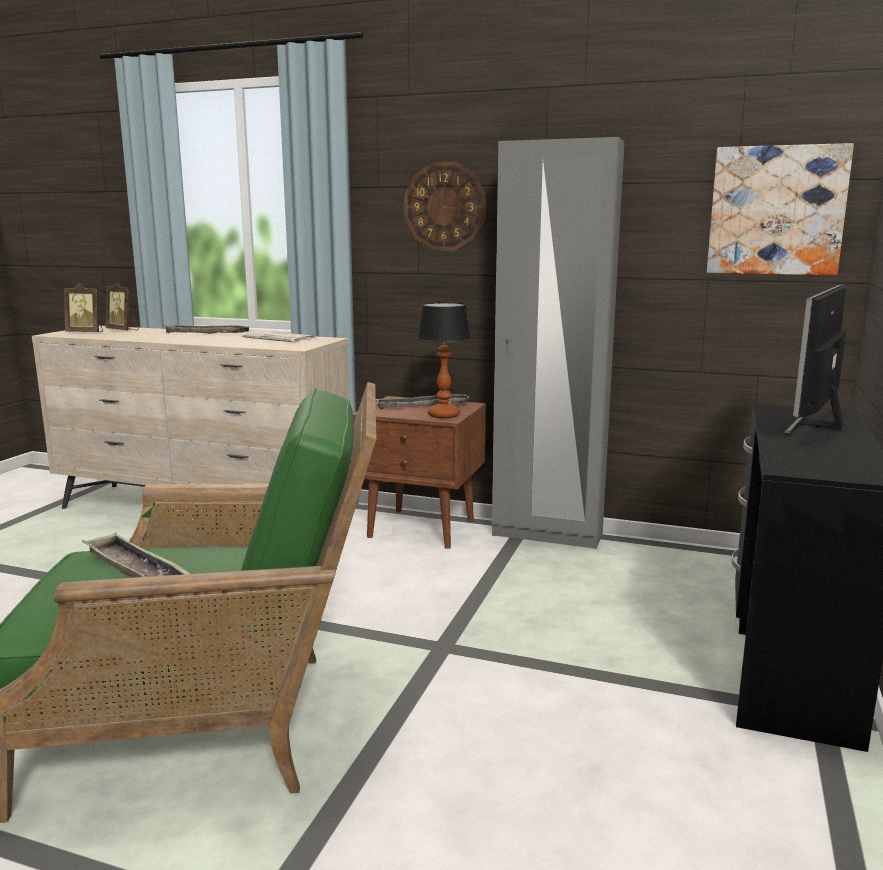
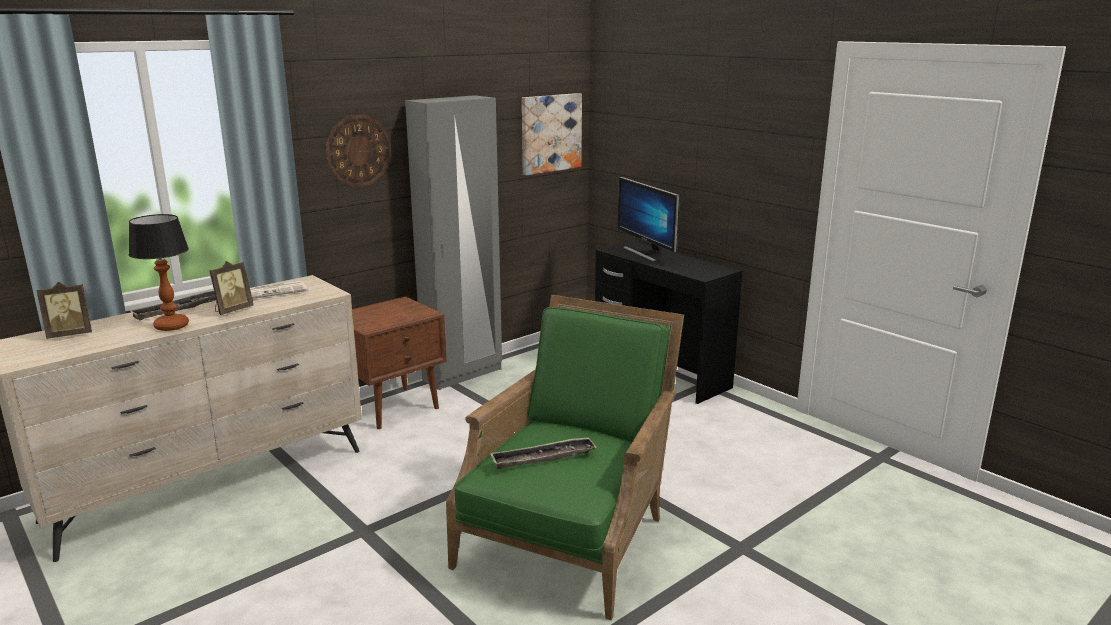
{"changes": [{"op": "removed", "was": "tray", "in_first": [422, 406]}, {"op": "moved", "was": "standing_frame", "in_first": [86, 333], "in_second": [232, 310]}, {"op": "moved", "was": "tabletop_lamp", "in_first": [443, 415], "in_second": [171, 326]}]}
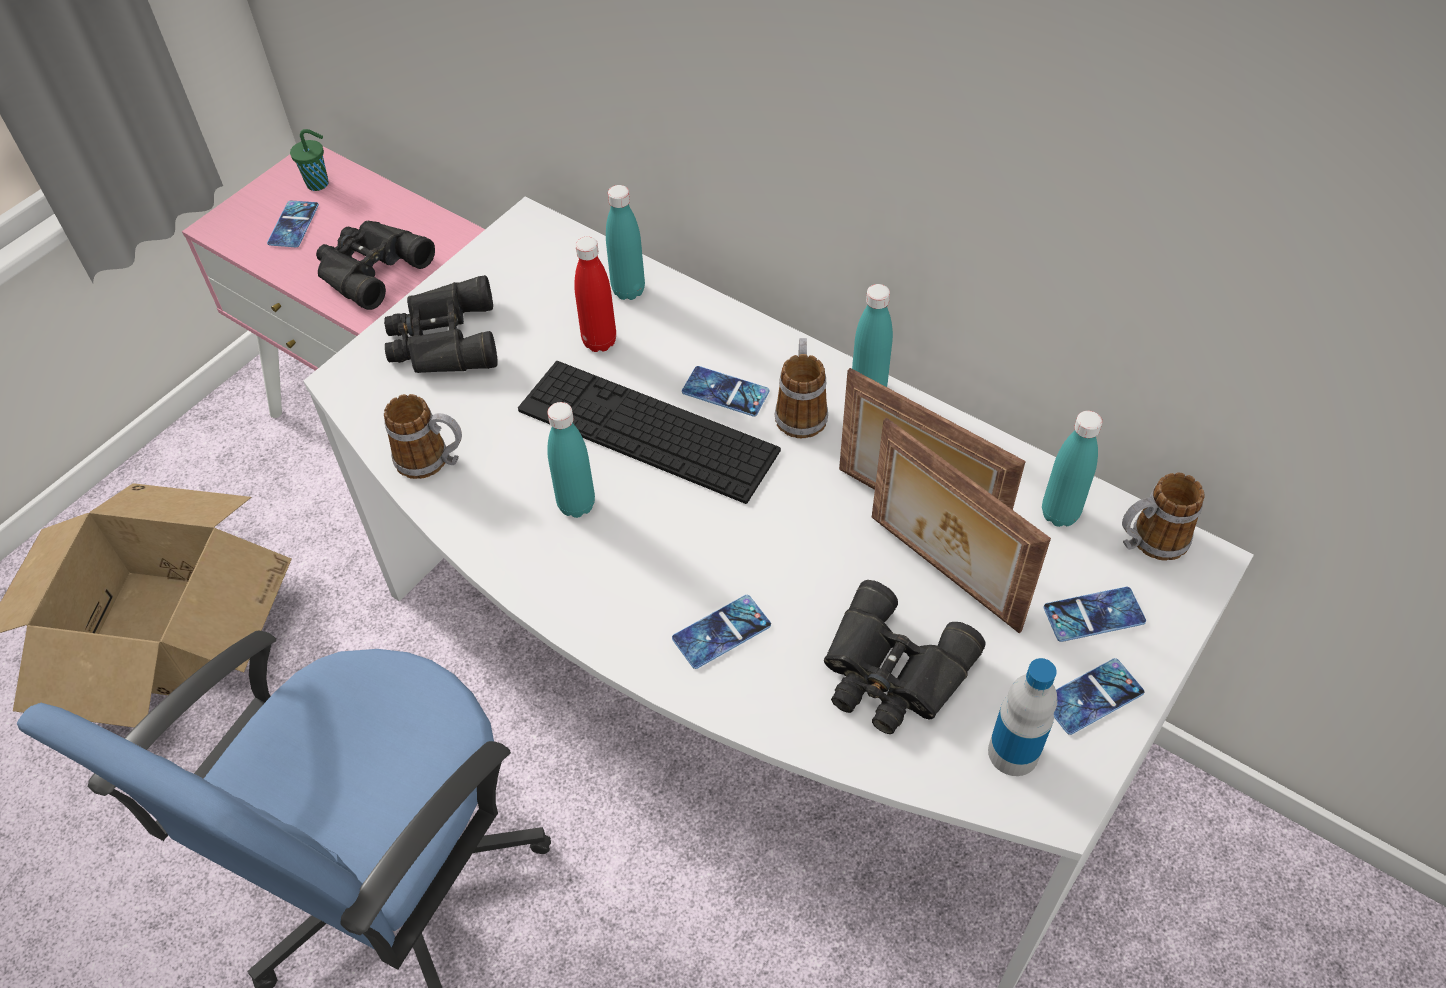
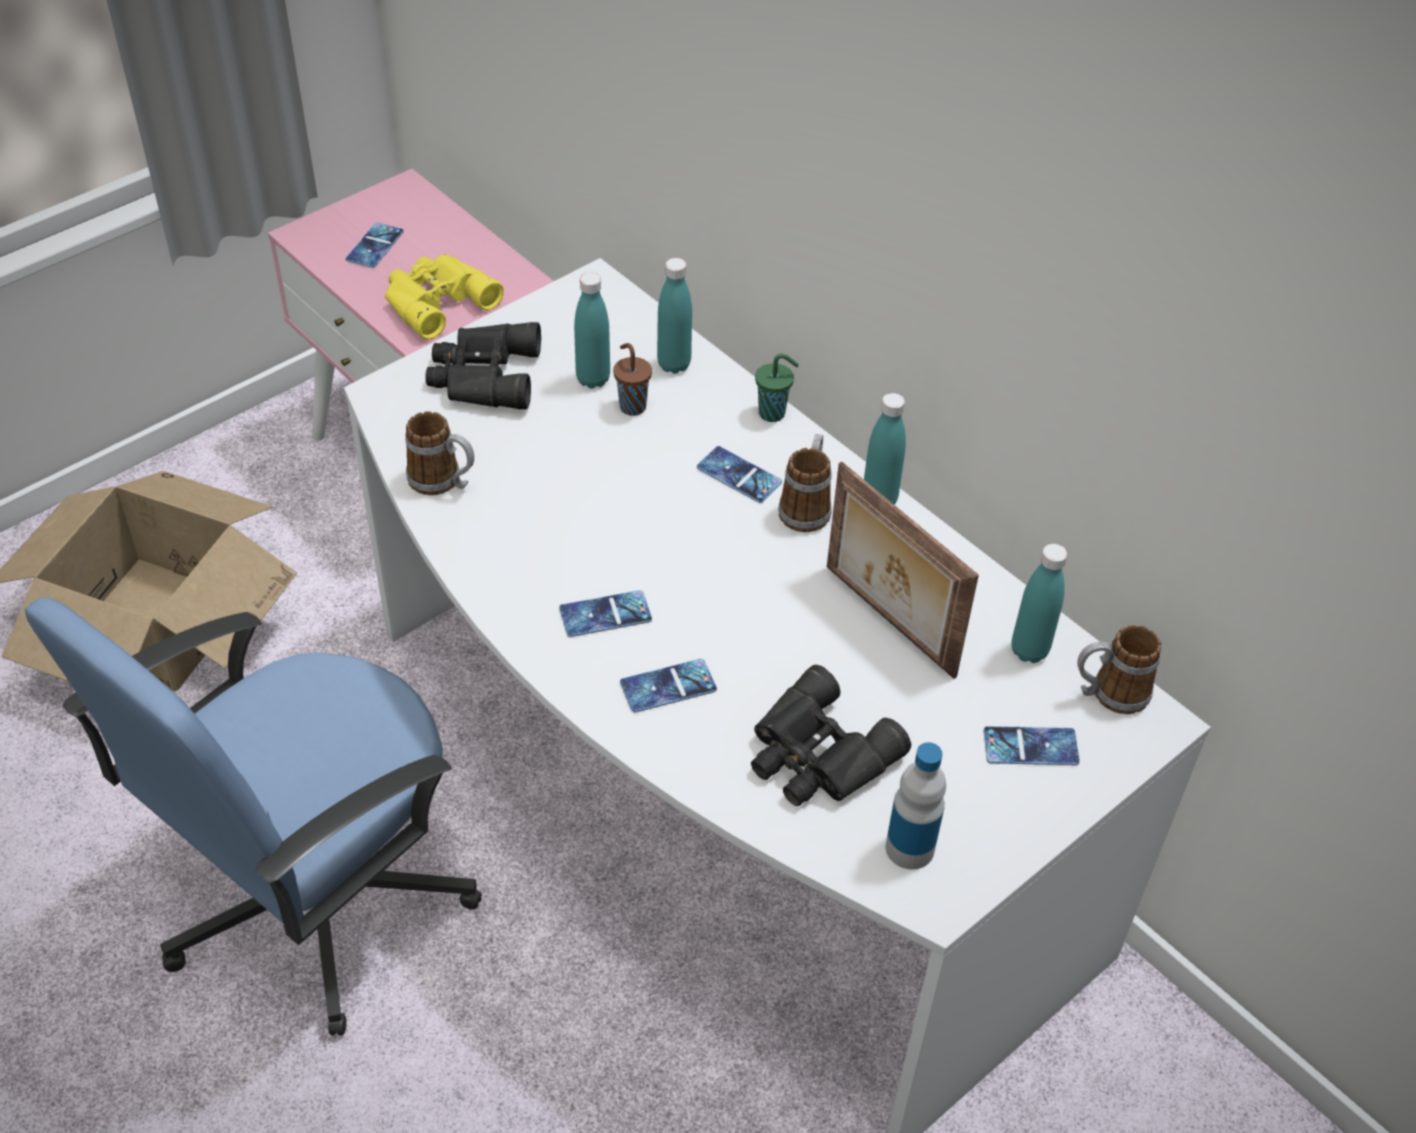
{"changes": [{"op": "removed", "was": "computer_keyboard", "in_first": [647, 430]}, {"op": "removed", "was": "standing_frame", "in_first": [941, 574]}, {"op": "moved", "was": "green_cup", "in_first": [319, 184], "in_second": [773, 413]}, {"op": "moved", "was": "turquoise-coloured_beverage_bottle", "in_first": [576, 505], "in_second": [593, 379]}, {"op": "moved", "was": "telephone", "in_first": [1092, 696], "in_second": [605, 614]}, {"op": "replaced", "was": "red_beverage_bottle", "now": "brown-coloured_cup", "in_first": [599, 342], "in_second": [631, 406]}, {"op": "recoloured", "was": "blackish_binoculars", "now": "yellow-coloured_binoculars", "in_first": [369, 268], "in_second": [435, 300]}]}
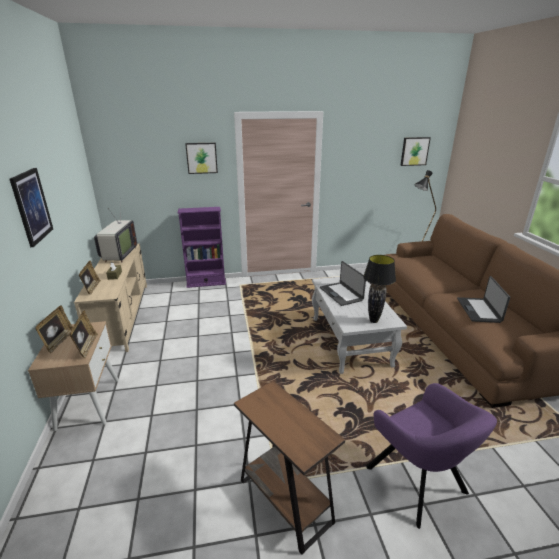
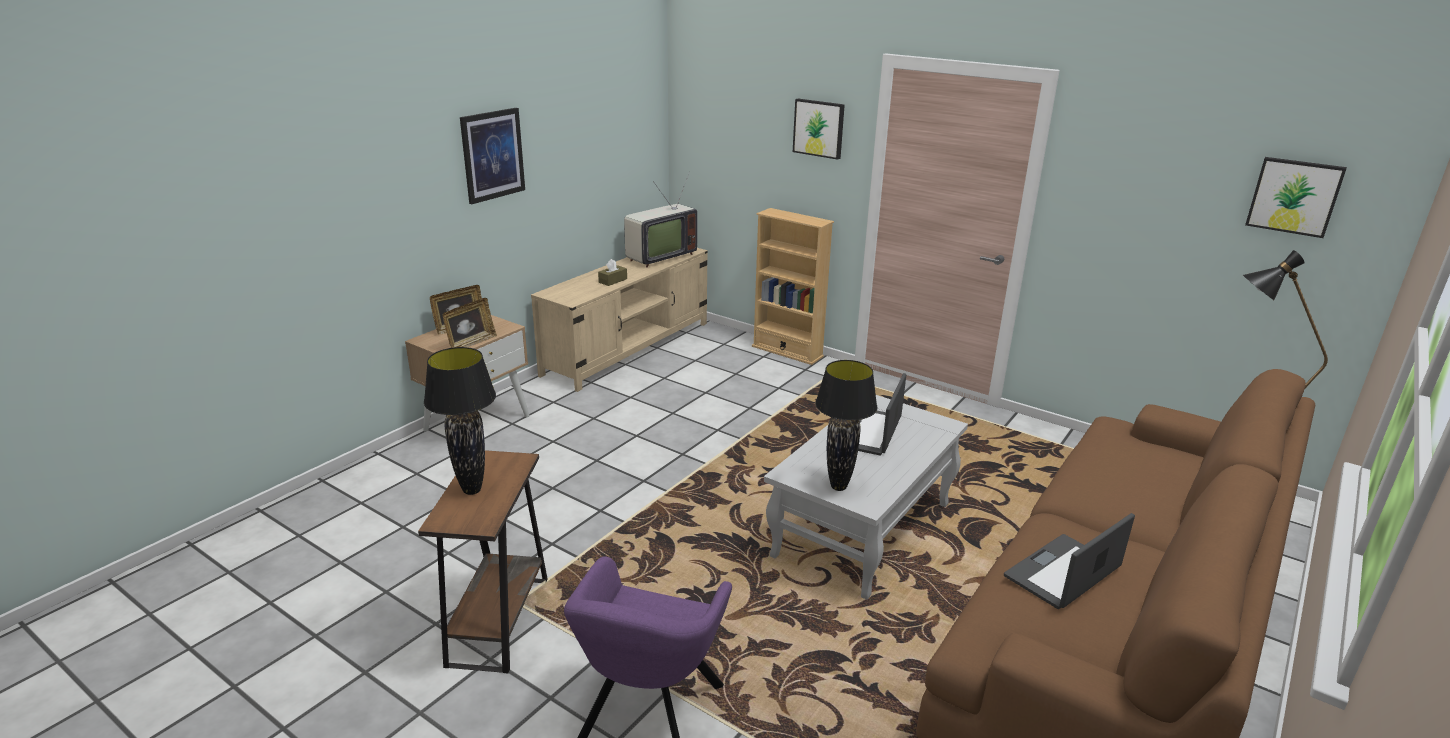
{"changes": [{"op": "removed", "was": "standing_frame", "in_first": [92, 288]}, {"op": "added", "now": "blackish_tabletop_lamp", "in_second": [472, 490]}, {"op": "recoloured", "was": "purple-coloured_bookshelf", "now": "beige-coloured_bookshelf", "in_first": [206, 283], "in_second": [787, 351]}]}
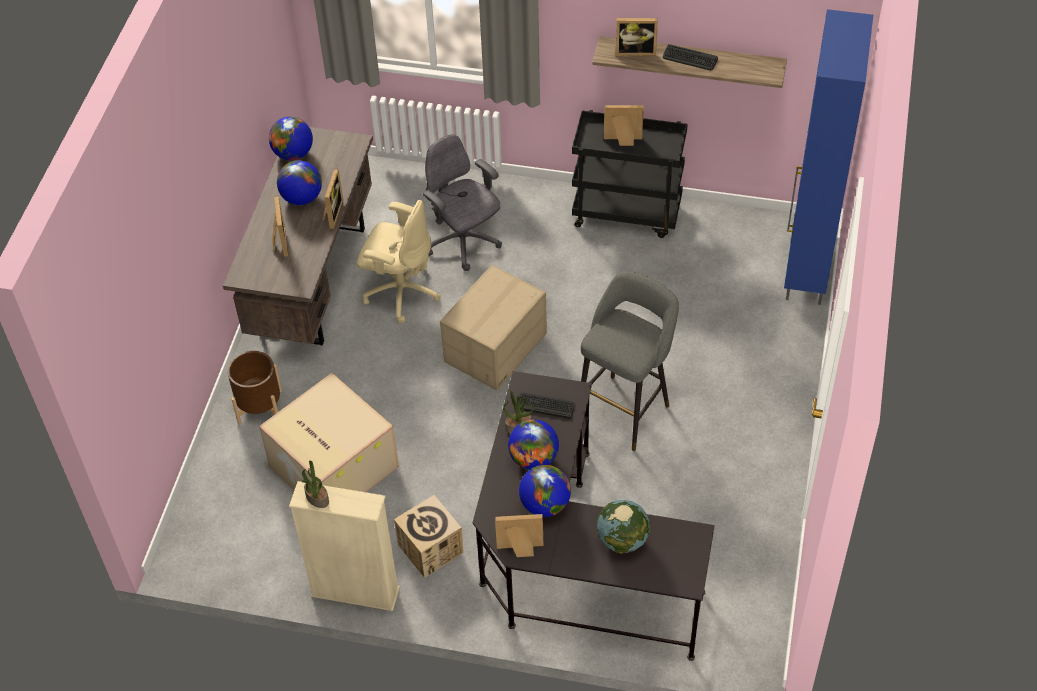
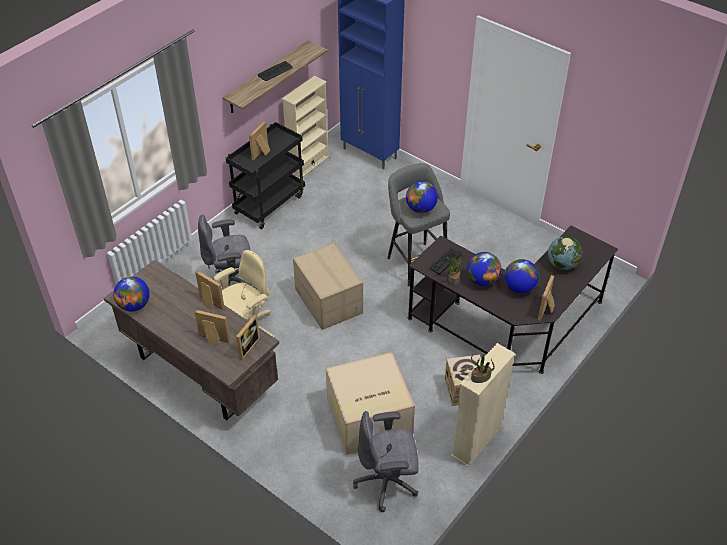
{"changes": [{"op": "removed", "was": "brown-coloured_flower_pot", "in_first": [260, 406]}, {"op": "added", "now": "beige-coloured_bookshelf", "in_second": [308, 165]}, {"op": "added", "now": "greyish_office_chair", "in_second": [387, 482]}, {"op": "moved", "was": "desk_globe", "in_first": [302, 198], "in_second": [421, 208]}, {"op": "moved", "was": "standing_frame", "in_first": [635, 51], "in_second": [246, 347]}]}
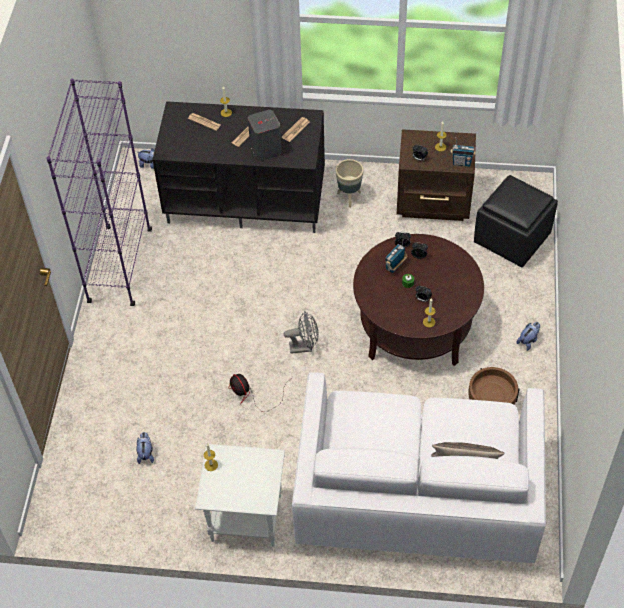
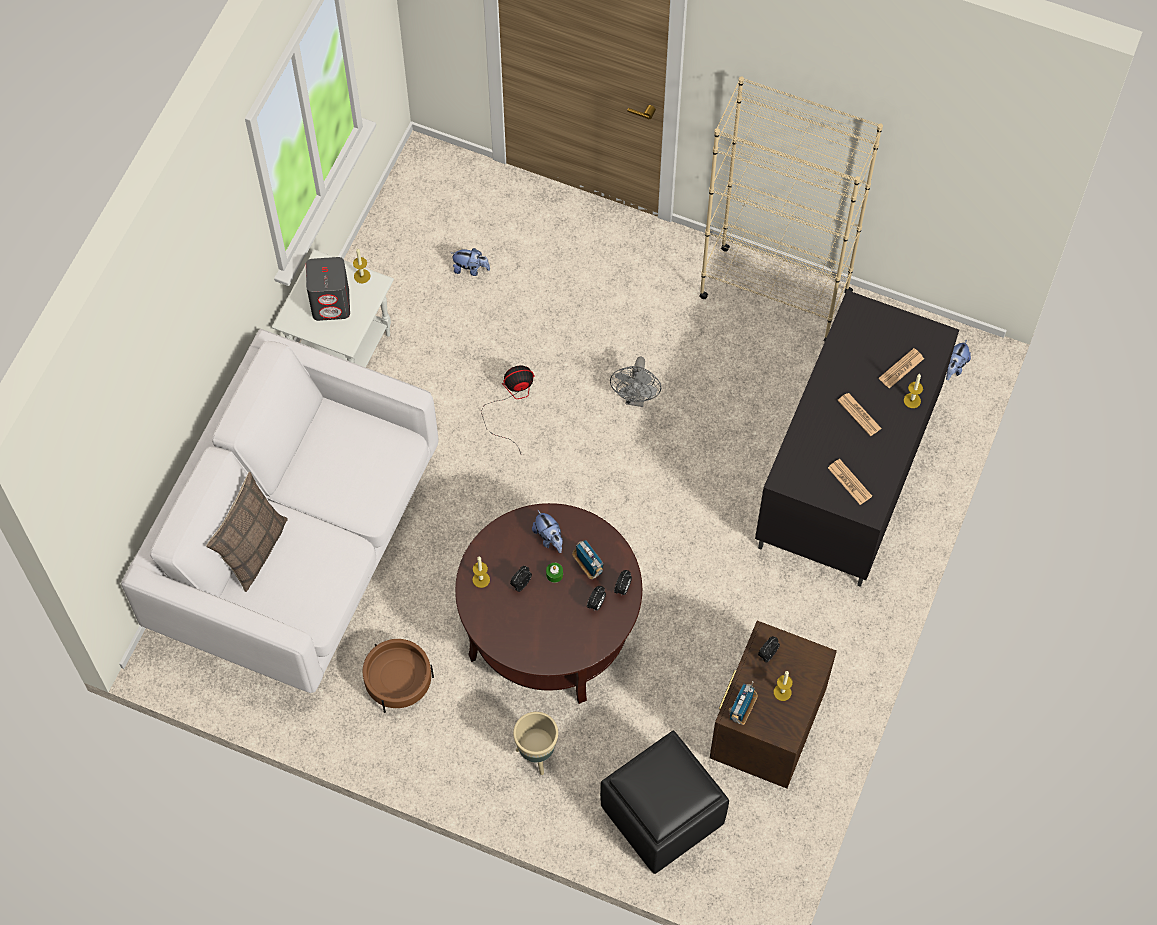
{"changes": [{"op": "moved", "was": "greyish_speaker", "in_first": [265, 149], "in_second": [331, 303]}, {"op": "moved", "was": "greyish_fan", "in_first": [304, 347], "in_second": [636, 398]}, {"op": "moved", "was": "beige-coloured_flower_pot", "in_first": [349, 197], "in_second": [536, 755]}, {"op": "moved", "was": "cuddly_toy", "in_first": [528, 341], "in_second": [549, 538]}, {"op": "recoloured", "was": "purple-coloured_bookshelf", "now": "beige-coloured_bookshelf", "in_first": [120, 266], "in_second": [774, 294]}]}
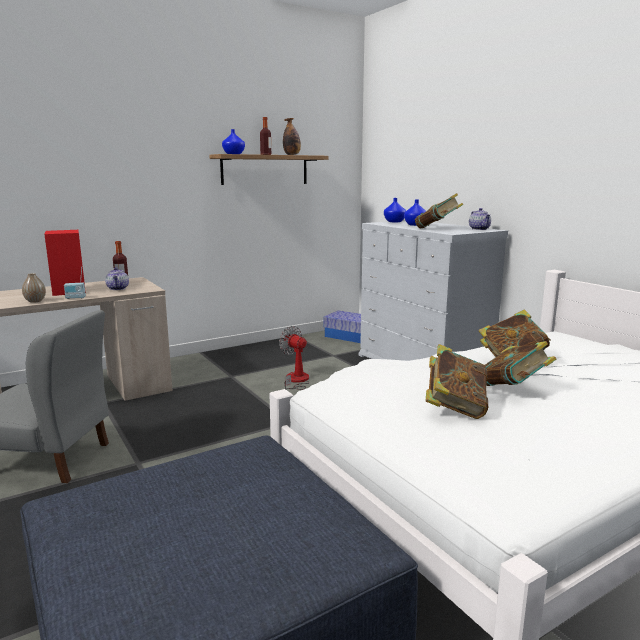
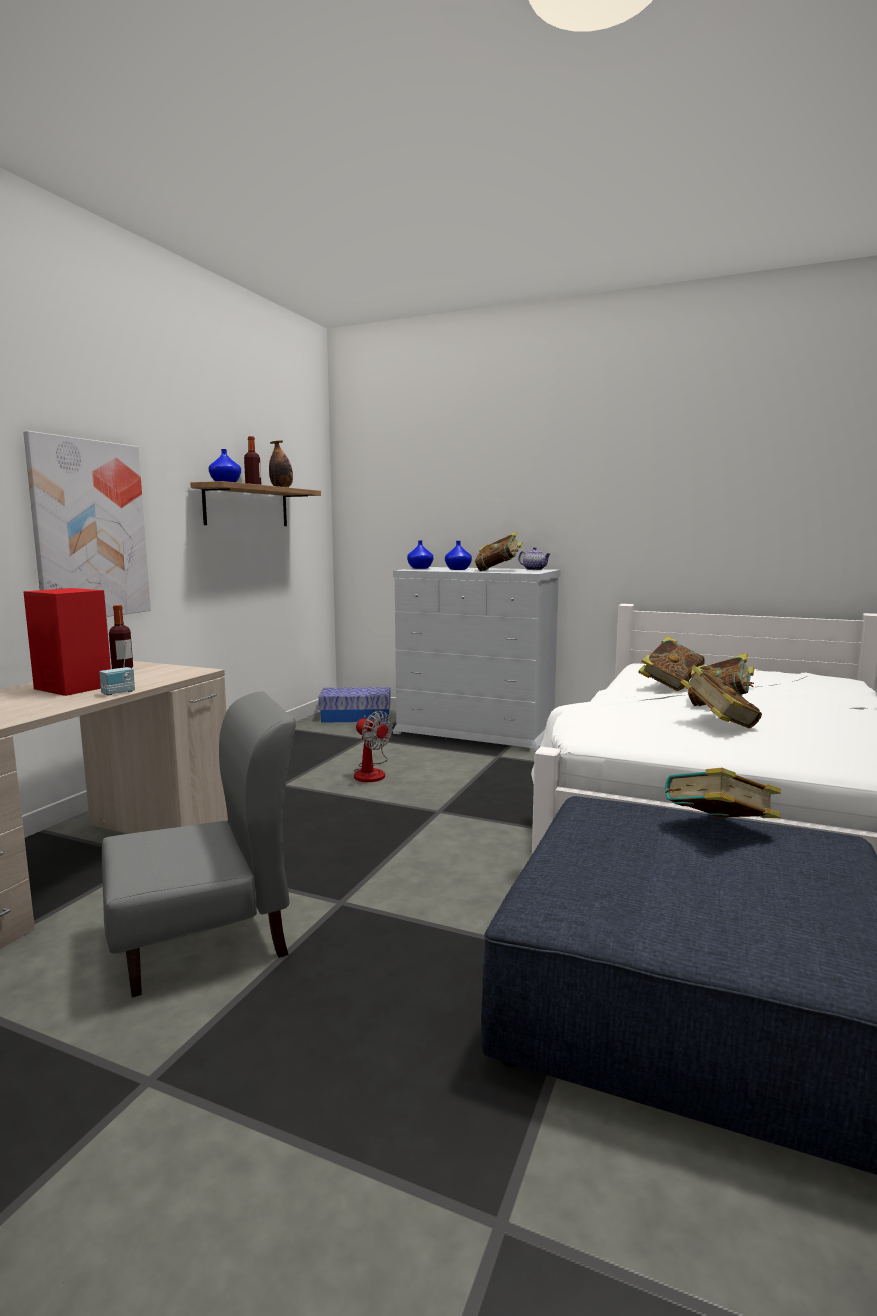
{"changes": [{"op": "removed", "was": "vase", "in_first": [35, 301]}, {"op": "removed", "was": "teapot", "in_first": [118, 288]}, {"op": "added", "now": "picture", "in_second": [90, 530]}, {"op": "added", "now": "book", "in_second": [717, 830]}, {"op": "turned", "was": "fan", "in_first": [295, 381], "in_second": [371, 772], "clockwise": -150}]}
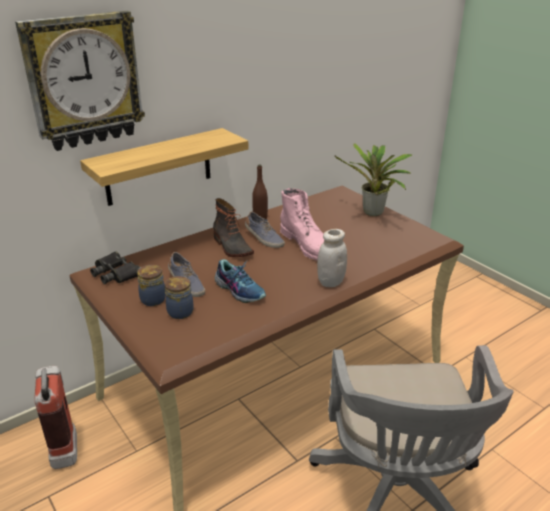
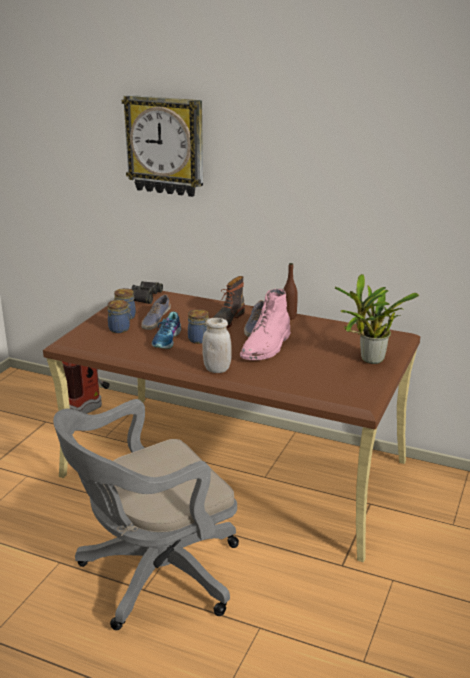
{"changes": [{"op": "removed", "was": "wall_shelf", "in_first": [158, 167]}, {"op": "added", "now": "preserve_jar", "in_second": [199, 340]}]}
